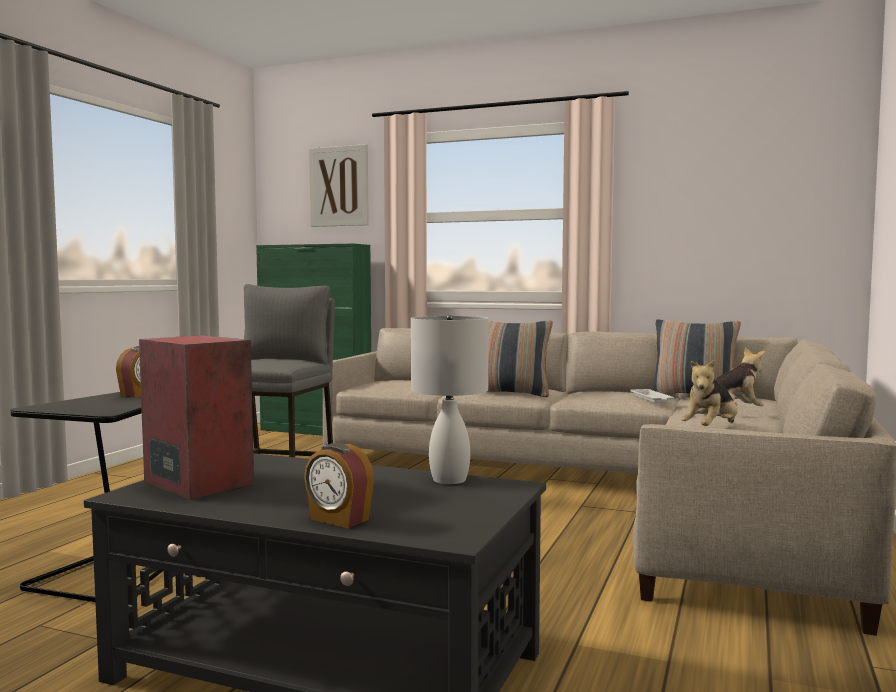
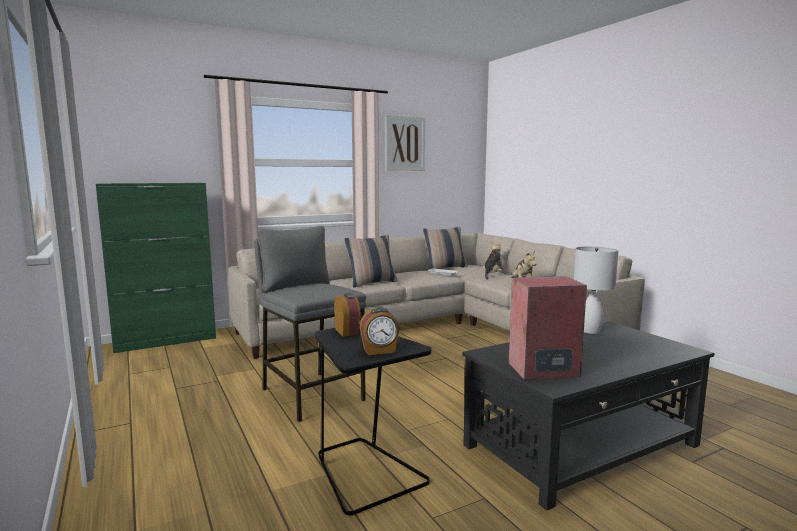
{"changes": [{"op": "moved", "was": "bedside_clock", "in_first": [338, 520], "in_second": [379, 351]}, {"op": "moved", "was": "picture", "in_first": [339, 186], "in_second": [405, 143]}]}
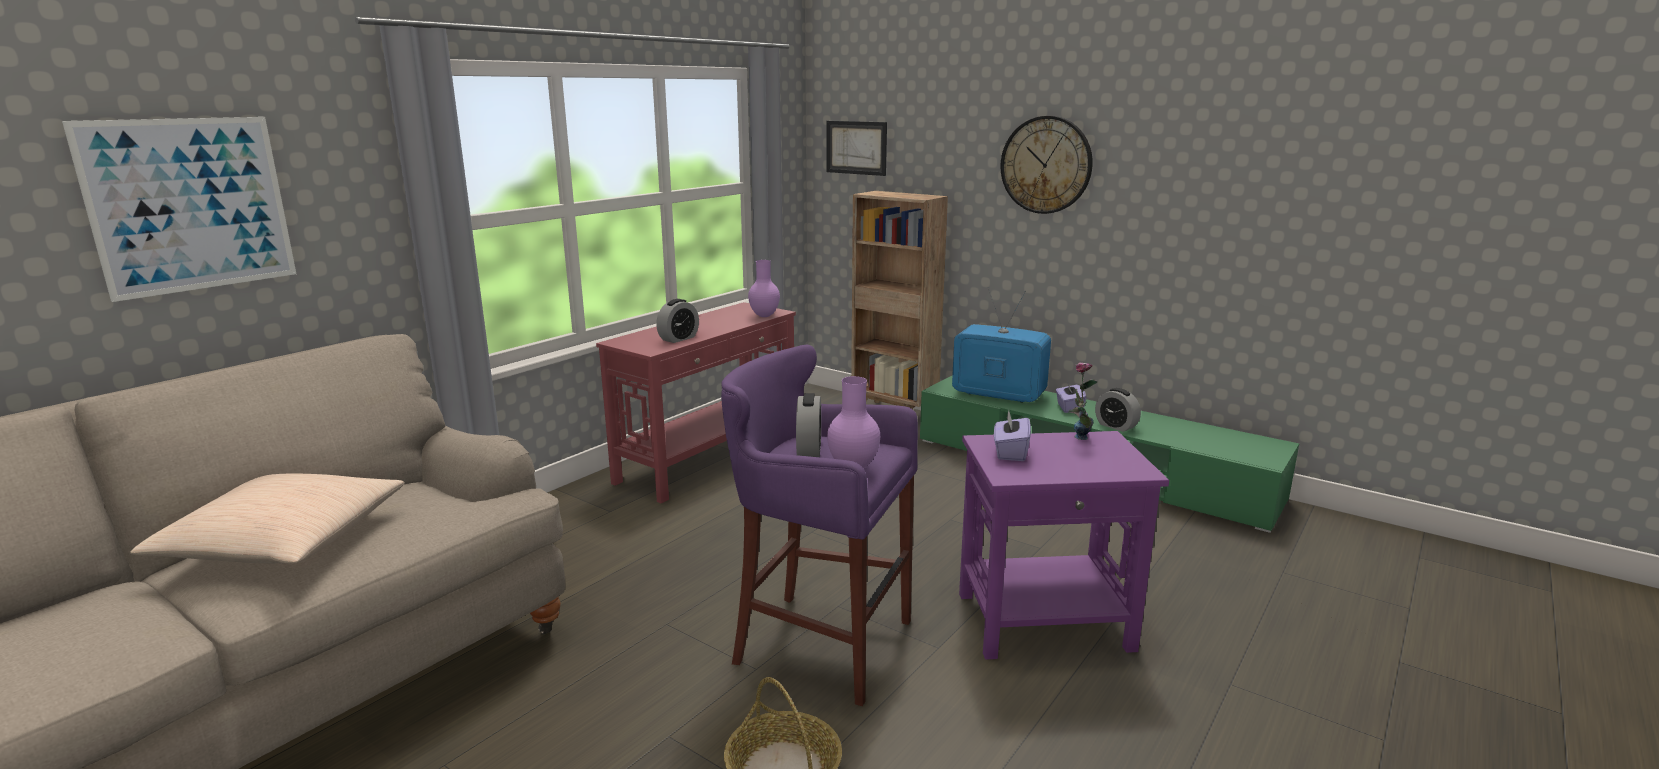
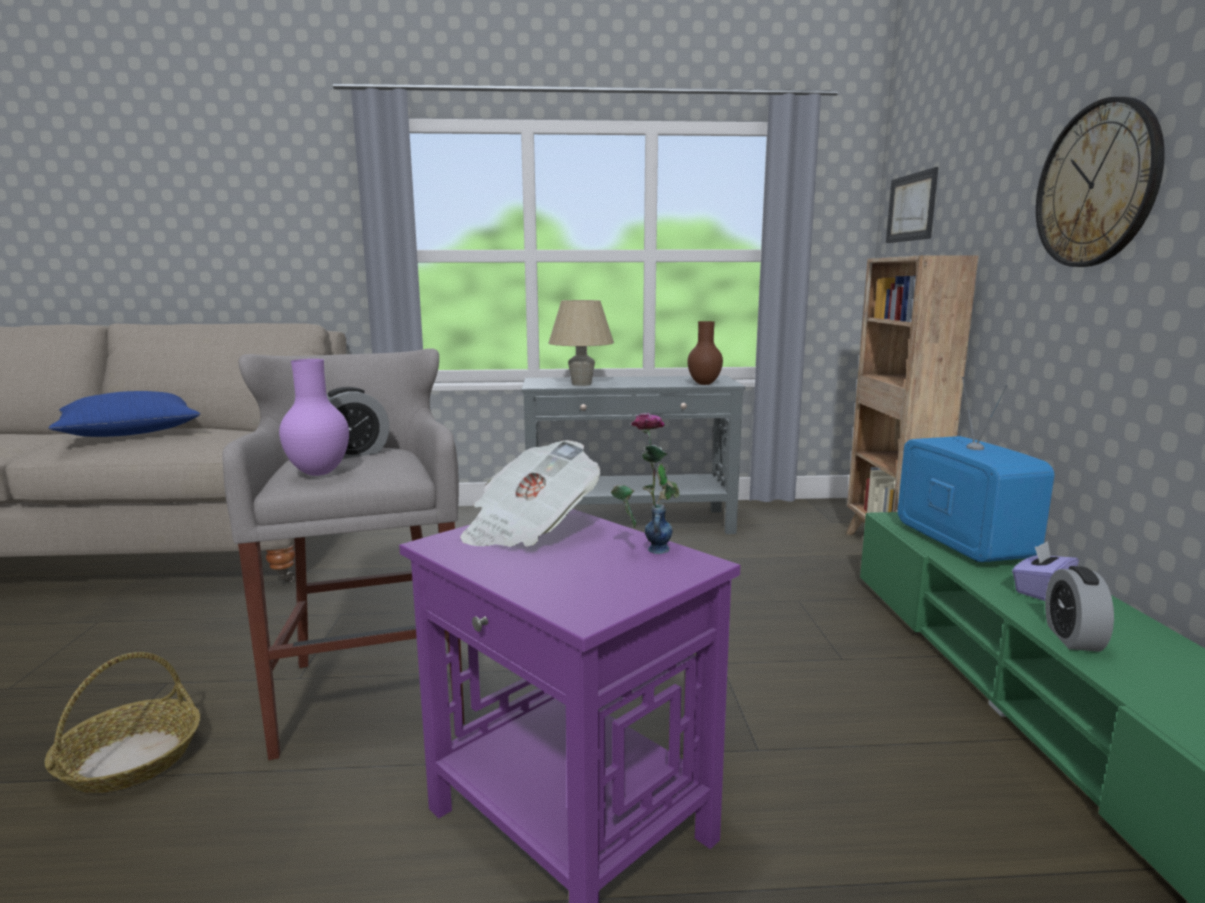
{"changes": [{"op": "removed", "was": "picture", "in_first": [190, 205]}, {"op": "replaced", "was": "bedside_clock", "now": "beige-coloured_tabletop_lamp", "in_first": [678, 338], "in_second": [581, 384]}, {"op": "replaced", "was": "purple-coloured_tissue_holder", "now": "newspaper", "in_first": [1010, 452], "in_second": [529, 529]}, {"op": "recoloured", "was": "beige-coloured_cushion", "now": "bluish_cushion", "in_first": [284, 541], "in_second": [131, 432]}, {"op": "recoloured", "was": "red_hall_table", "now": "greyish_hall_table", "in_first": [710, 459], "in_second": [630, 524]}, {"op": "recoloured", "was": "purple-coloured_stool", "now": "greyish_stool", "in_first": [818, 643], "in_second": [370, 690]}, {"op": "recoloured", "was": "purple-coloured_vase", "now": "brown-coloured_vase", "in_first": [763, 316], "in_second": [703, 384]}]}
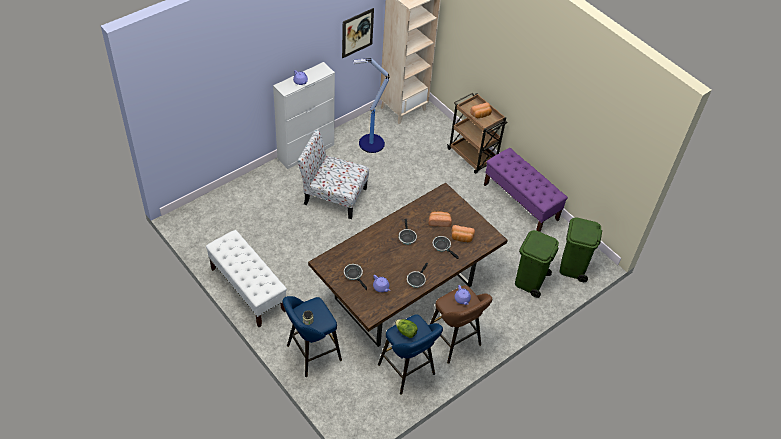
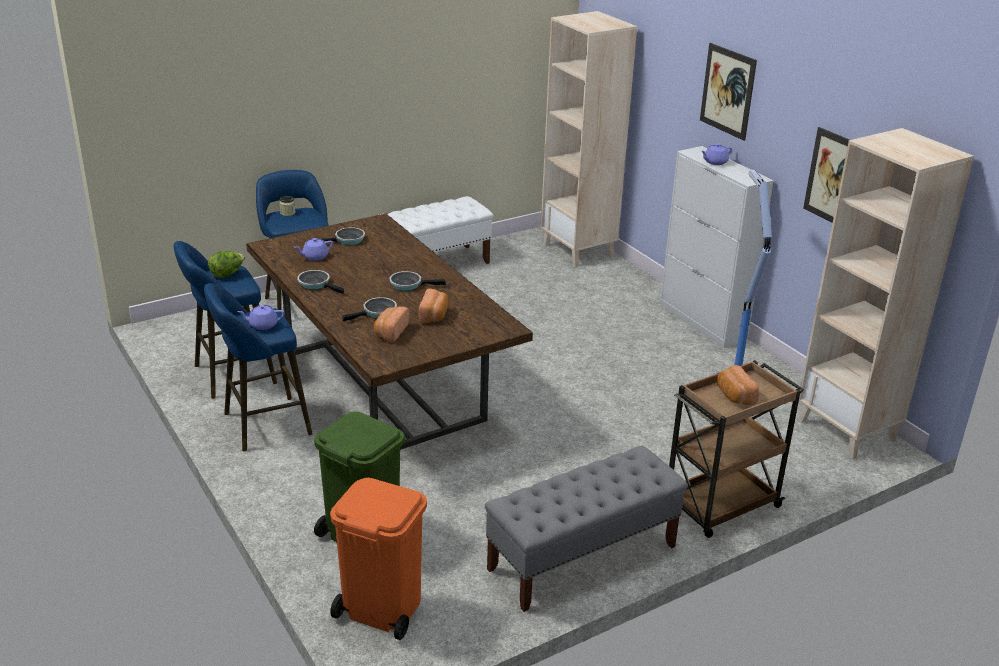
{"changes": [{"op": "removed", "was": "chair", "in_first": [333, 196]}, {"op": "added", "now": "beige-coloured_bookshelf", "in_second": [578, 251]}, {"op": "added", "now": "picture", "in_second": [727, 91]}, {"op": "recoloured", "was": "brown-coloured_stool", "now": "bluish_stool", "in_first": [455, 342], "in_second": [262, 425]}, {"op": "recoloured", "was": "purple-coloured_indoor_bench", "now": "greyish_indoor_bench", "in_first": [521, 202], "in_second": [582, 558]}, {"op": "recoloured", "was": "green_waste_bin", "now": "orangey_waste_bin", "in_first": [573, 267], "in_second": [381, 608]}]}
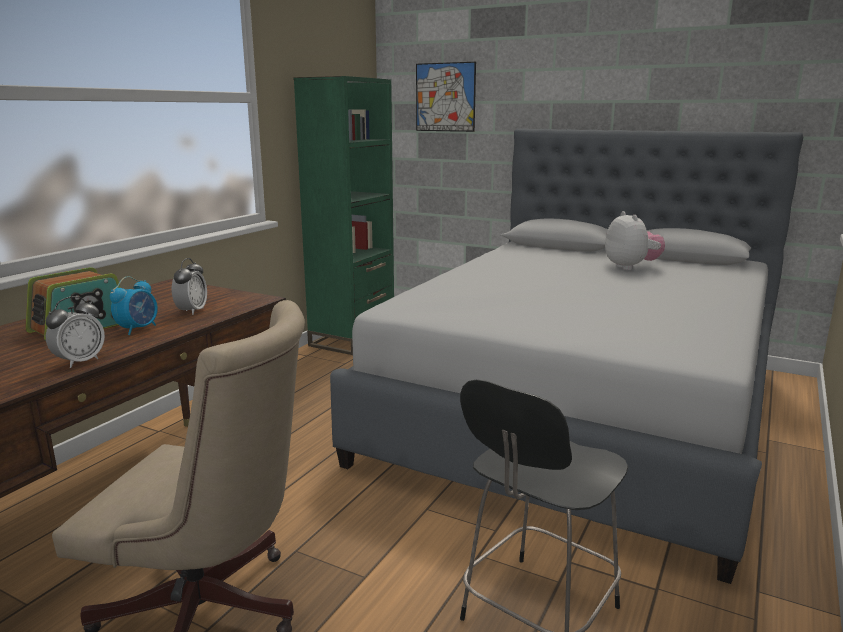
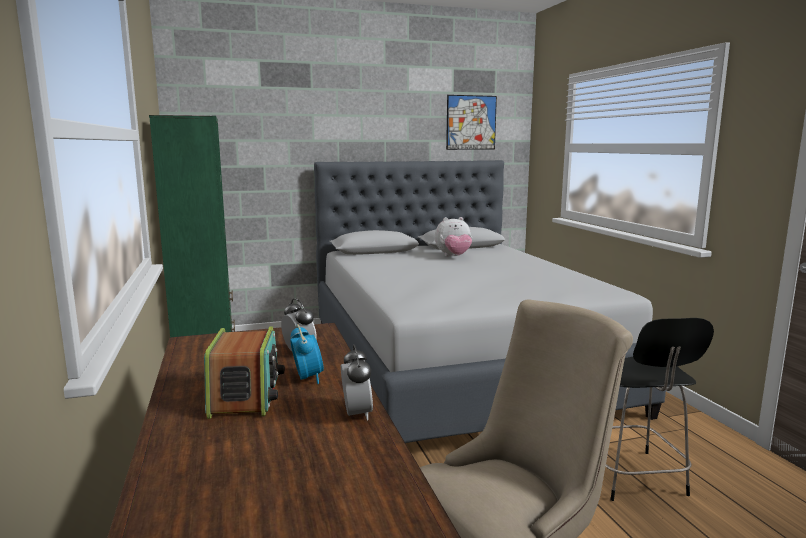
{"changes": [{"op": "moved", "was": "picture", "in_first": [445, 97], "in_second": [471, 122]}, {"op": "turned", "was": "cuddly_toy", "in_first": [631, 267], "in_second": [453, 256], "clockwise": 135}]}
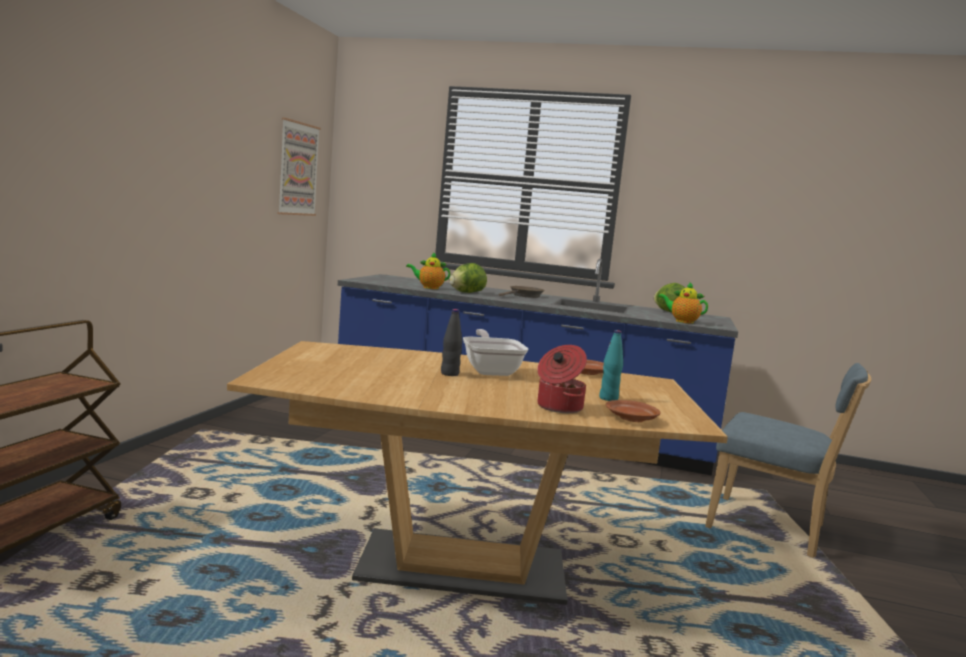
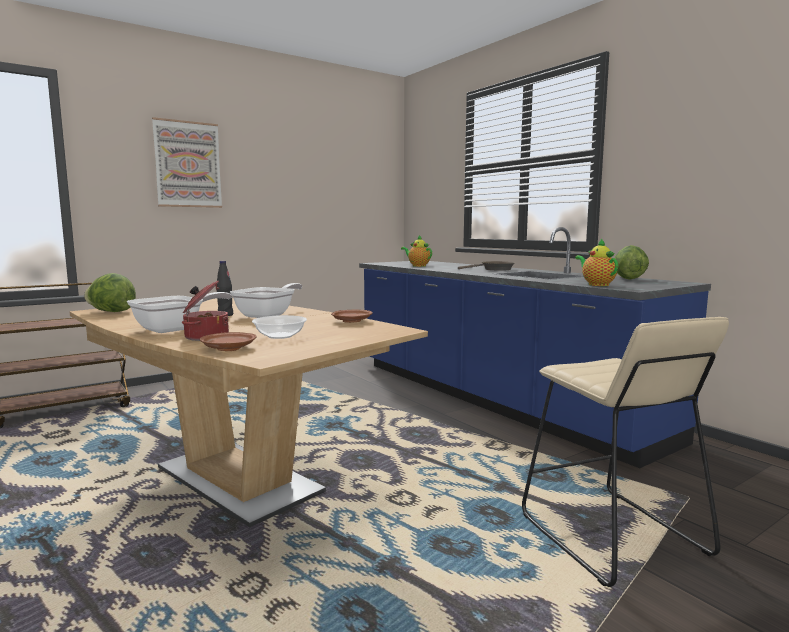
{"changes": [{"op": "added", "now": "pan", "in_second": [175, 329]}, {"op": "moved", "was": "picture", "in_first": [297, 169], "in_second": [188, 164]}, {"op": "moved", "was": "lettuce_head", "in_first": [466, 292], "in_second": [111, 312]}, {"op": "replaced", "was": "turquoise-coloured_beverage_bottle", "now": "deep_dish", "in_first": [608, 398], "in_second": [280, 336]}, {"op": "replaced", "was": "bluish_chair", "now": "beige-coloured_stool", "in_first": [772, 529], "in_second": [610, 535]}]}
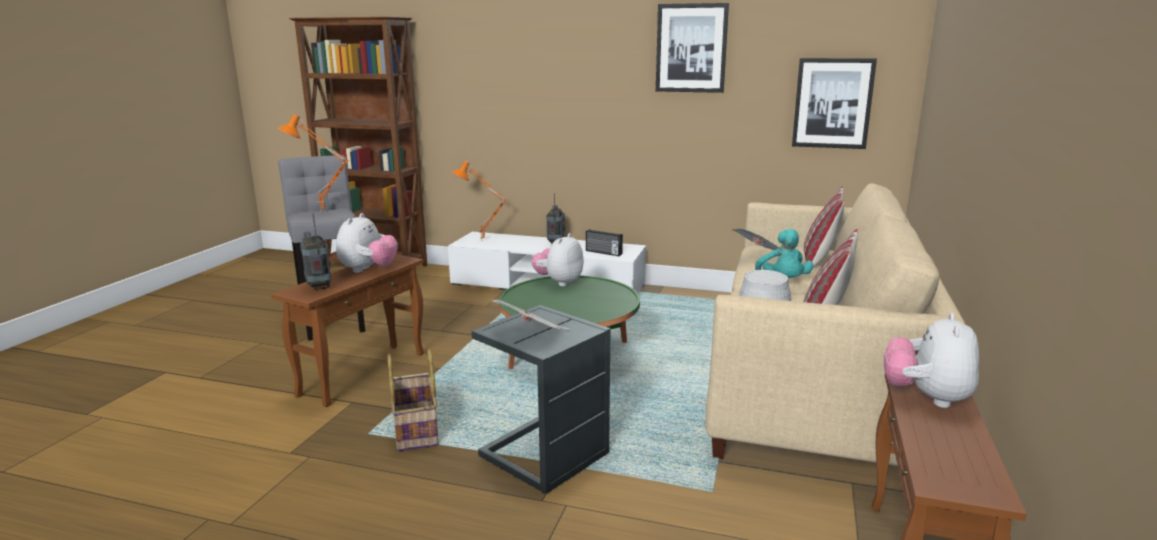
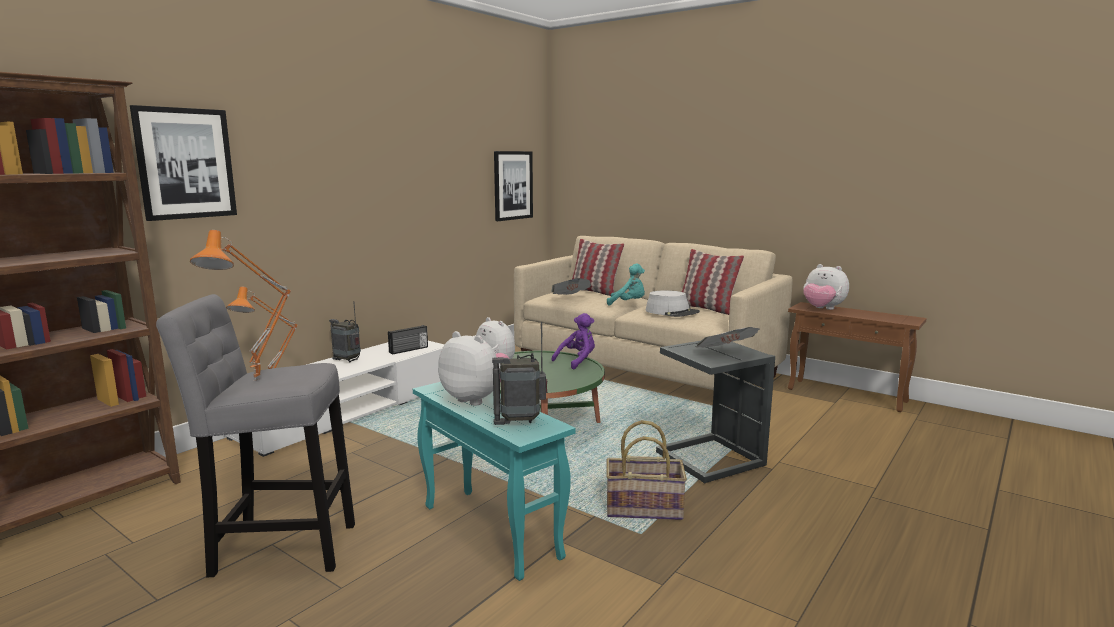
{"changes": [{"op": "added", "now": "purple-coloured_cuddly_toy", "in_second": [577, 361]}, {"op": "moved", "was": "picture", "in_first": [691, 48], "in_second": [185, 163]}, {"op": "recoloured", "was": "brown-coloured_accent_table", "now": "turquoise-coloured_accent_table", "in_first": [363, 374], "in_second": [490, 531]}]}
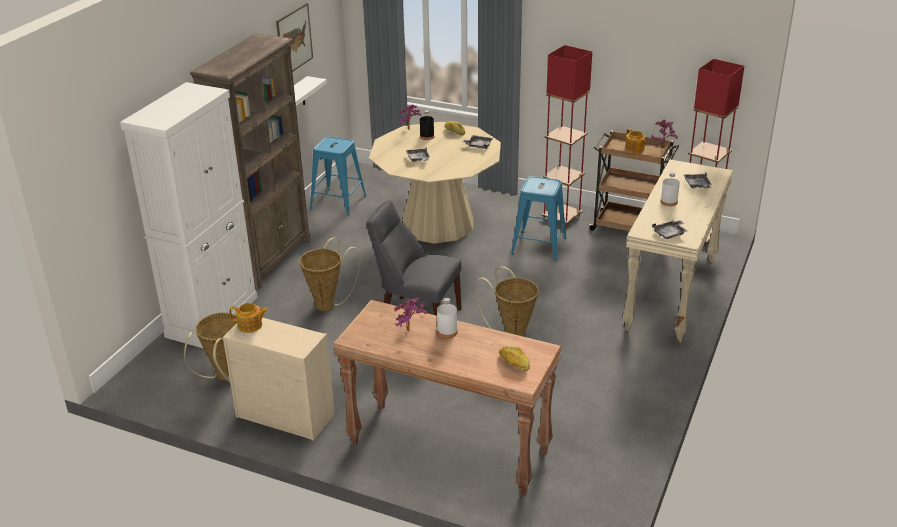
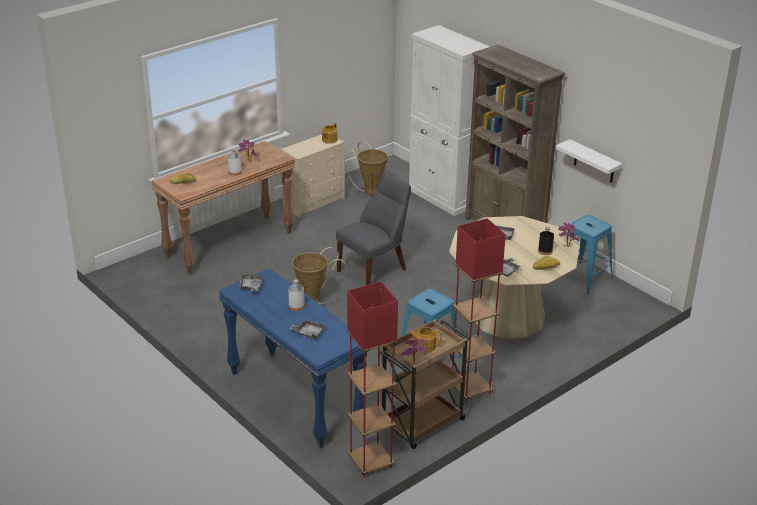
{"changes": [{"op": "removed", "was": "picture", "in_first": [294, 39]}, {"op": "removed", "was": "storage_basket", "in_first": [328, 304]}, {"op": "recoloured", "was": "beige-coloured_hall_table", "now": "bluish_hall_table", "in_first": [672, 295], "in_second": [293, 398]}]}
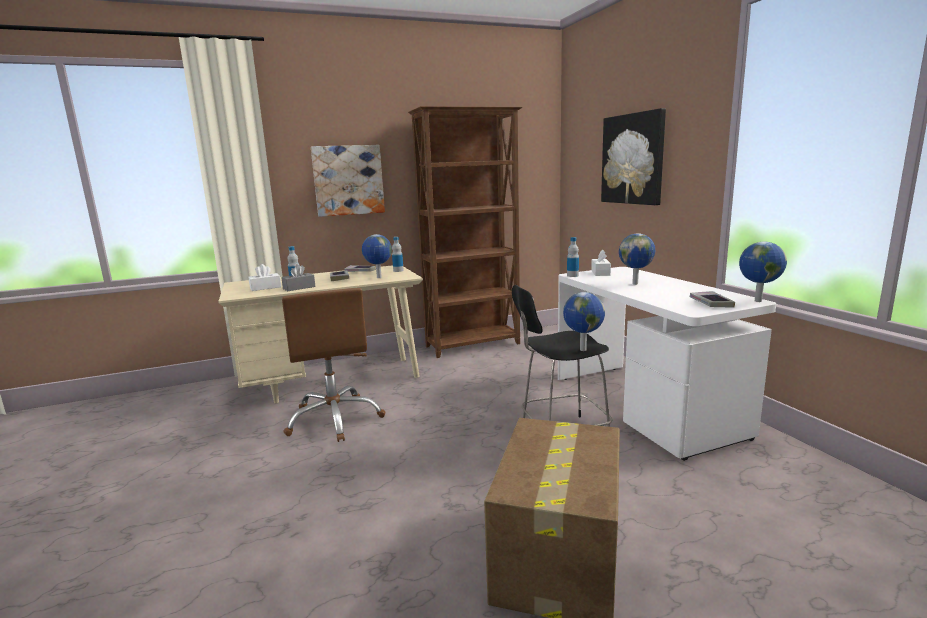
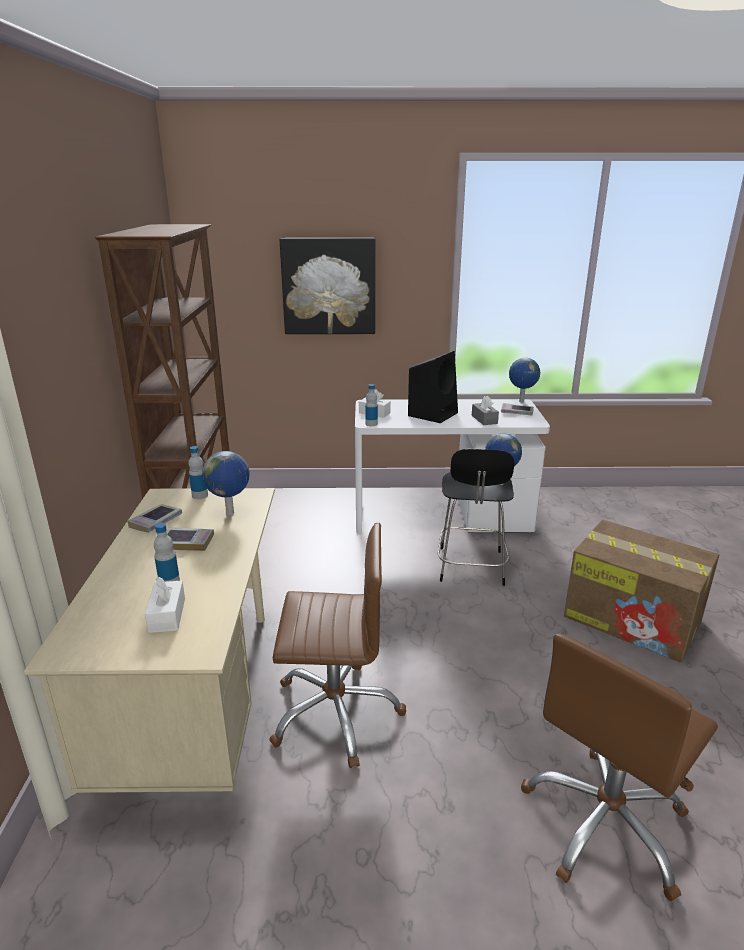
{"changes": [{"op": "removed", "was": "picture", "in_first": [348, 180]}, {"op": "added", "now": "brown-coloured_office_chair", "in_second": [605, 823]}, {"op": "moved", "was": "greyish_tissue_holder", "in_first": [299, 288], "in_second": [484, 419]}, {"op": "replaced", "was": "desk_globe", "now": "blackish_speaker", "in_first": [635, 283], "in_second": [433, 414]}]}
